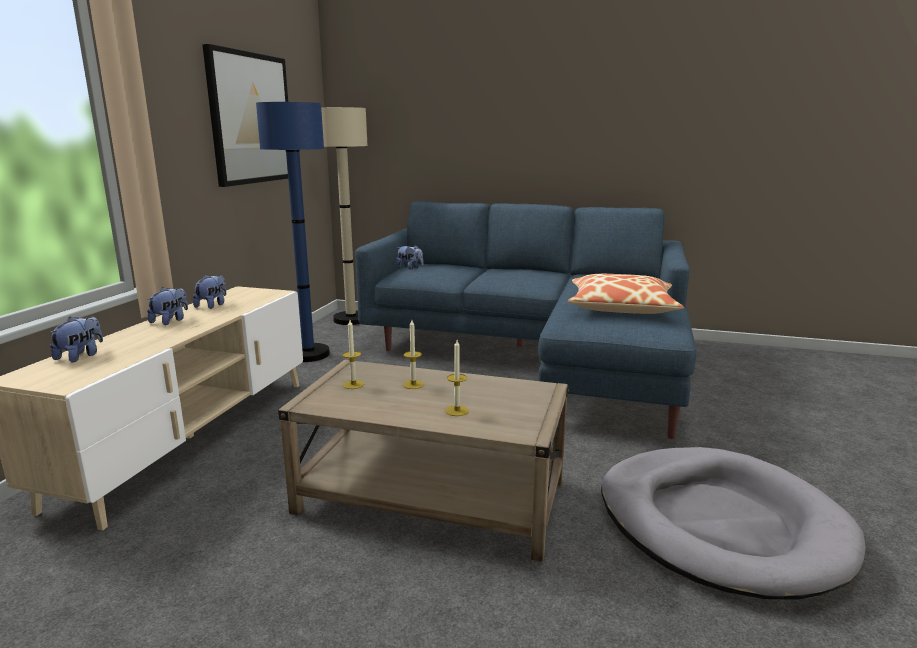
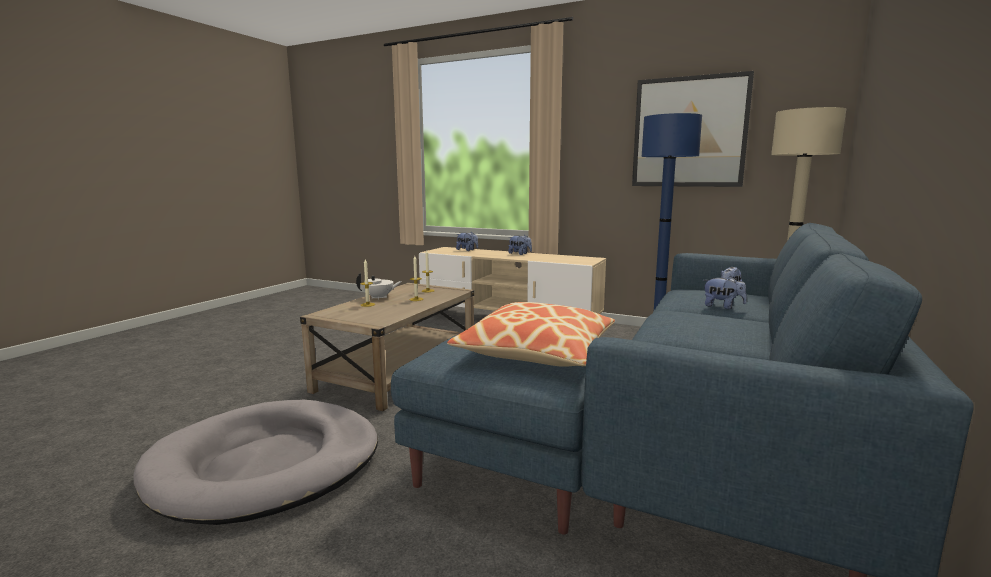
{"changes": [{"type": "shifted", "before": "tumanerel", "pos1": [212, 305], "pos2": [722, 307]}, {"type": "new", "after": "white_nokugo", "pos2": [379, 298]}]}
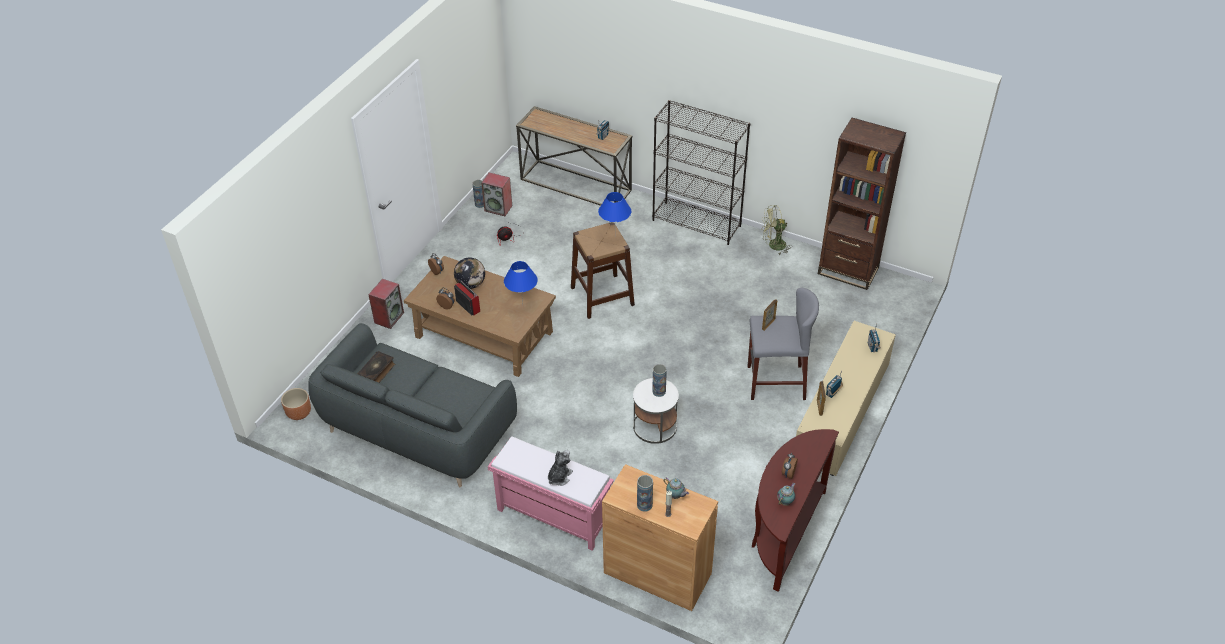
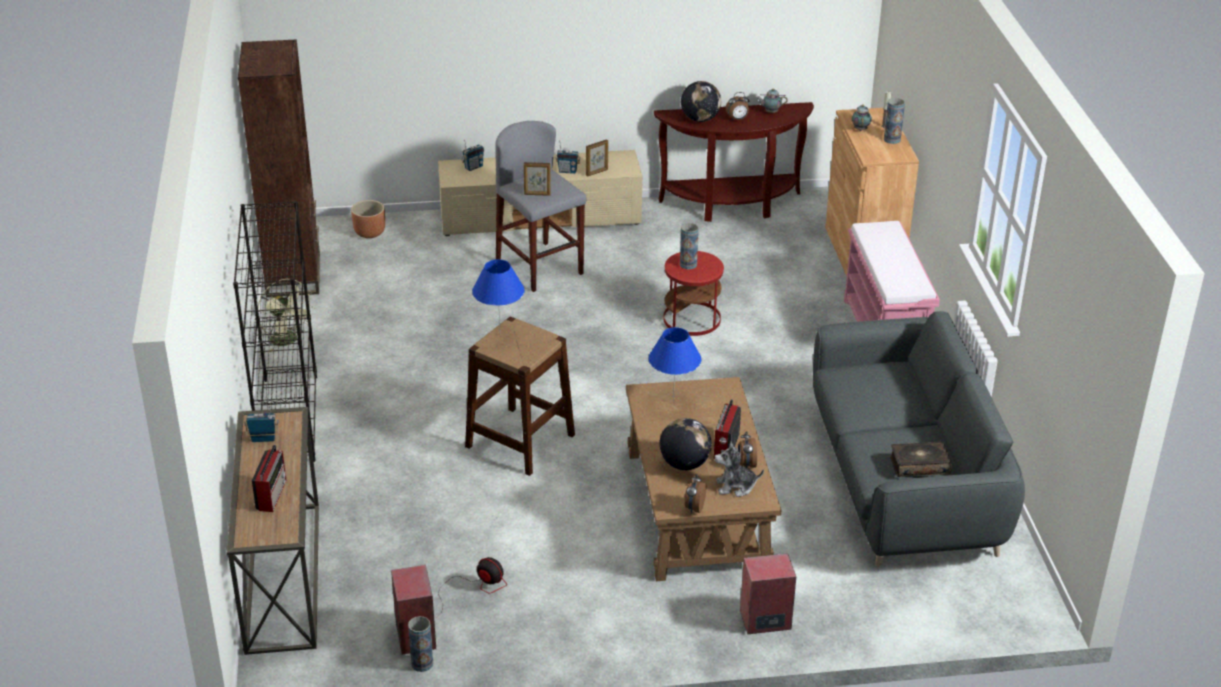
{"changes": [{"type": "repainted", "before": "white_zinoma", "after": "red_zinoma", "pos1": [654, 426], "pos2": [692, 319]}, {"type": "shifted", "before": "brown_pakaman", "pos1": [298, 413], "pos2": [370, 233]}, {"type": "shifted", "before": "tumanerel", "pos1": [559, 476], "pos2": [735, 486]}, {"type": "new", "after": "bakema", "pos2": [700, 119]}, {"type": "new", "after": "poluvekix", "pos2": [272, 494]}]}
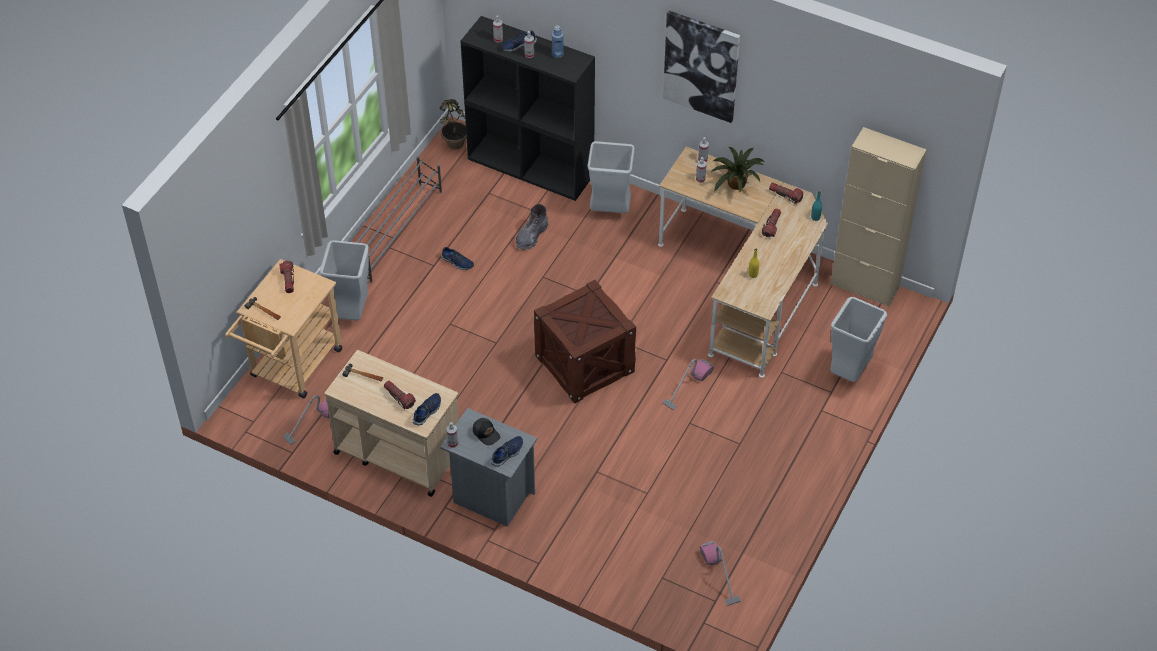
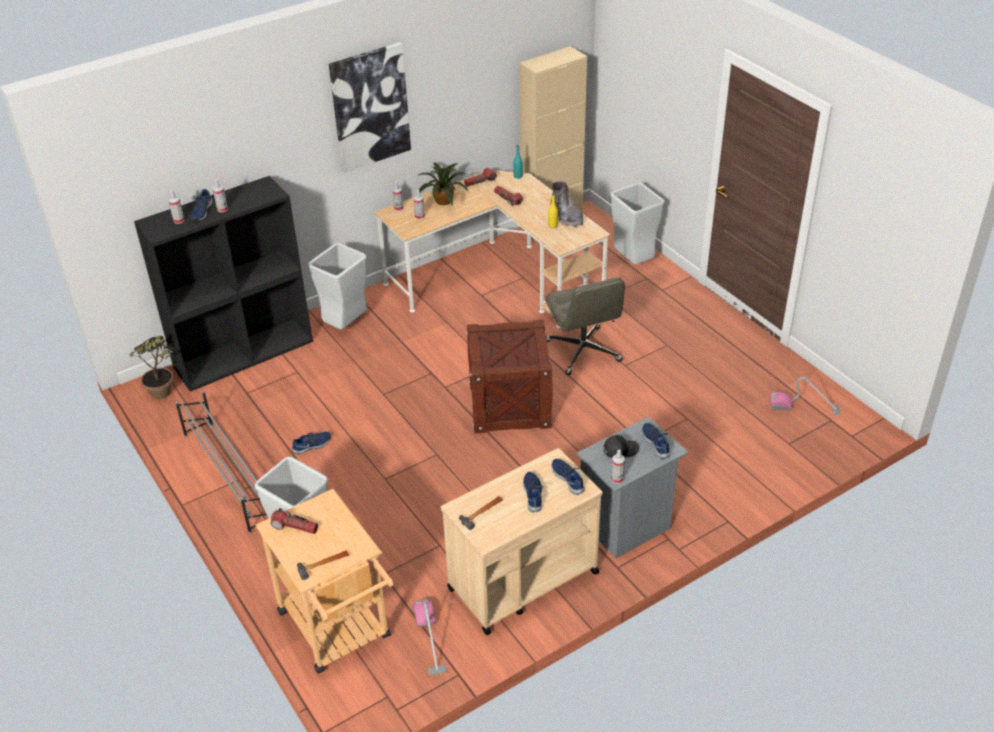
{"changes": [{"type": "gone", "before": "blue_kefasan", "pos1": [557, 54]}, {"type": "shifted", "before": "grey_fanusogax", "pos1": [531, 236], "pos2": [566, 216]}, {"type": "swapped", "before": "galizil", "after": "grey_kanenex", "pos1": [687, 386], "pos2": [583, 352]}, {"type": "swapped", "before": "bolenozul", "after": "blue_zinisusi", "pos1": [399, 397], "pos2": [533, 494]}]}
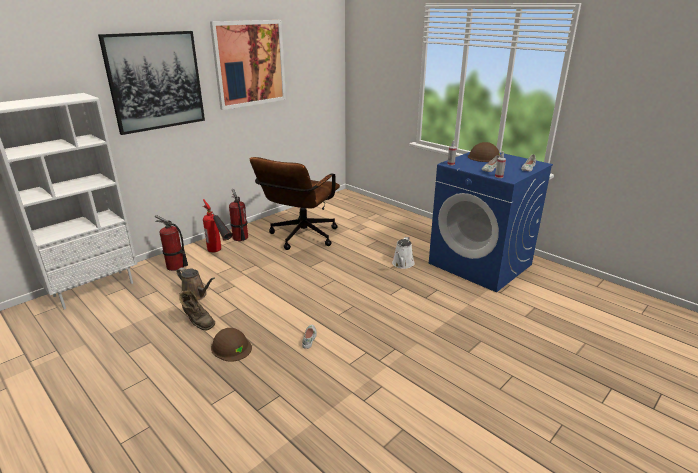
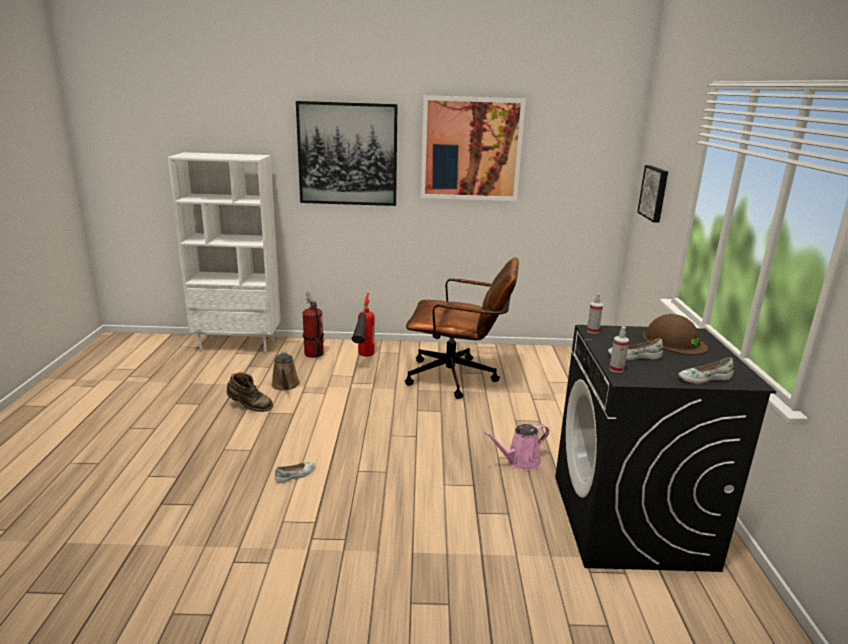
{"changes": [{"type": "repainted", "before": "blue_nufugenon", "after": "black_nufugenon", "pos1": [480, 264], "pos2": [631, 521]}, {"type": "rotated", "before": "brown_kanenex", "pos1": [300, 238], "pos2": [459, 378], "turn": -150}, {"type": "gone", "before": "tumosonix", "pos1": [240, 238]}, {"type": "repainted", "before": "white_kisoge", "after": "pink_kisoge", "pos1": [402, 264], "pos2": [520, 461]}, {"type": "rotated", "before": "brown_fanusogax", "pos1": [197, 322], "pos2": [249, 407], "turn": -75}, {"type": "gone", "before": "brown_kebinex", "pos1": [231, 347]}, {"type": "new", "after": "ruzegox", "pos2": [655, 193]}]}
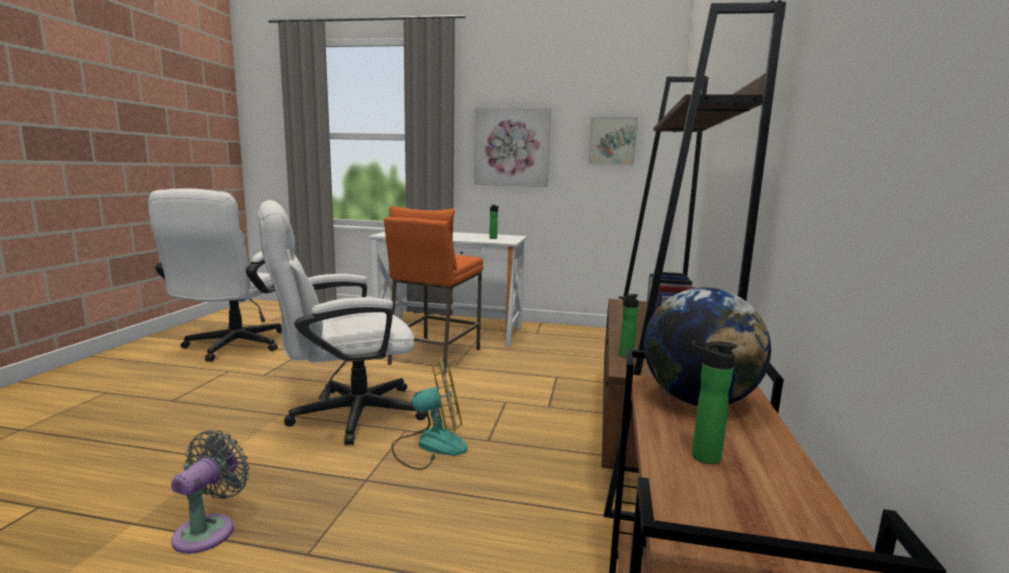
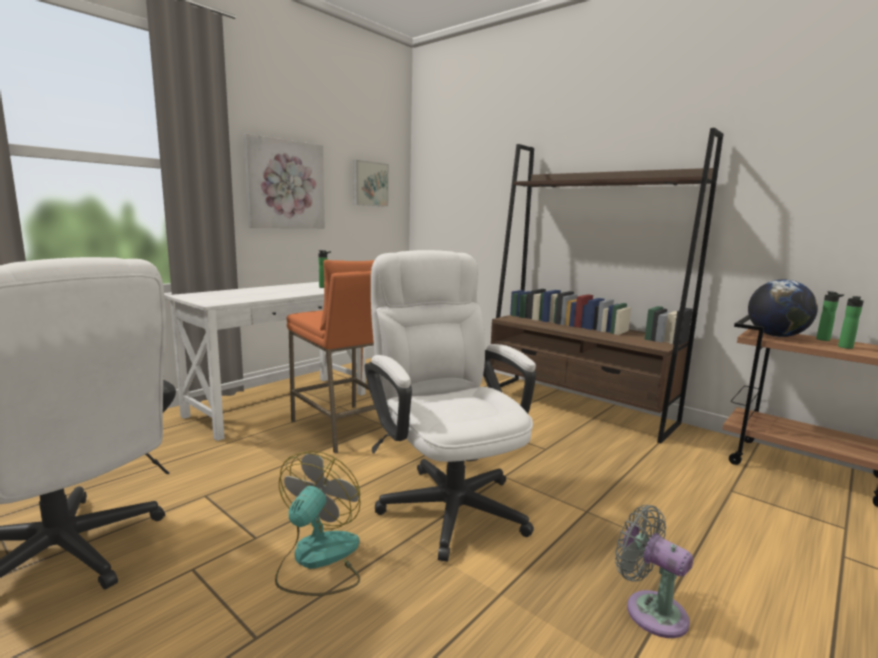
{"changes": [{"type": "rotated", "before": "white_kanenex", "pos1": [344, 415], "pos2": [446, 500], "turn": 150}, {"type": "shifted", "before": "kefasan", "pos1": [624, 356], "pos2": [824, 340]}, {"type": "shifted", "before": "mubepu", "pos1": [430, 445], "pos2": [317, 560]}]}
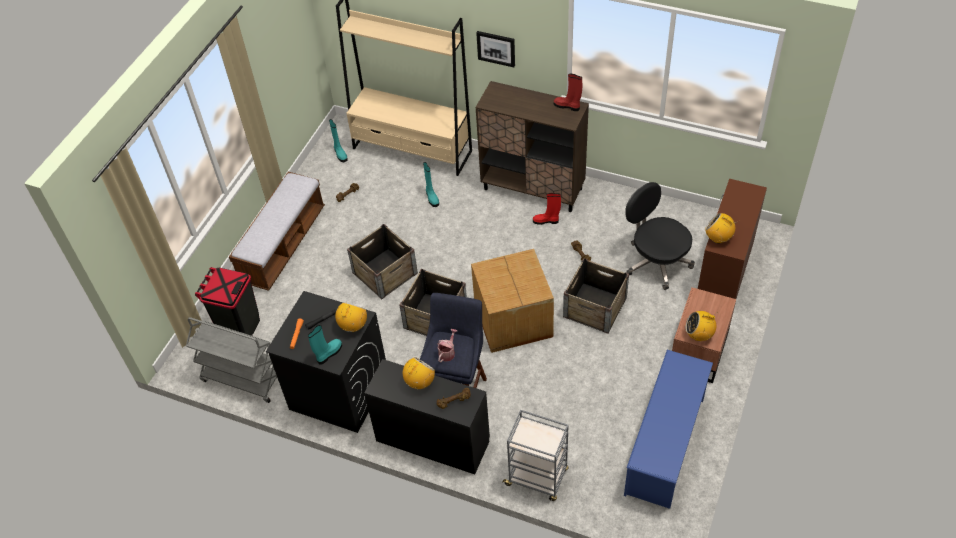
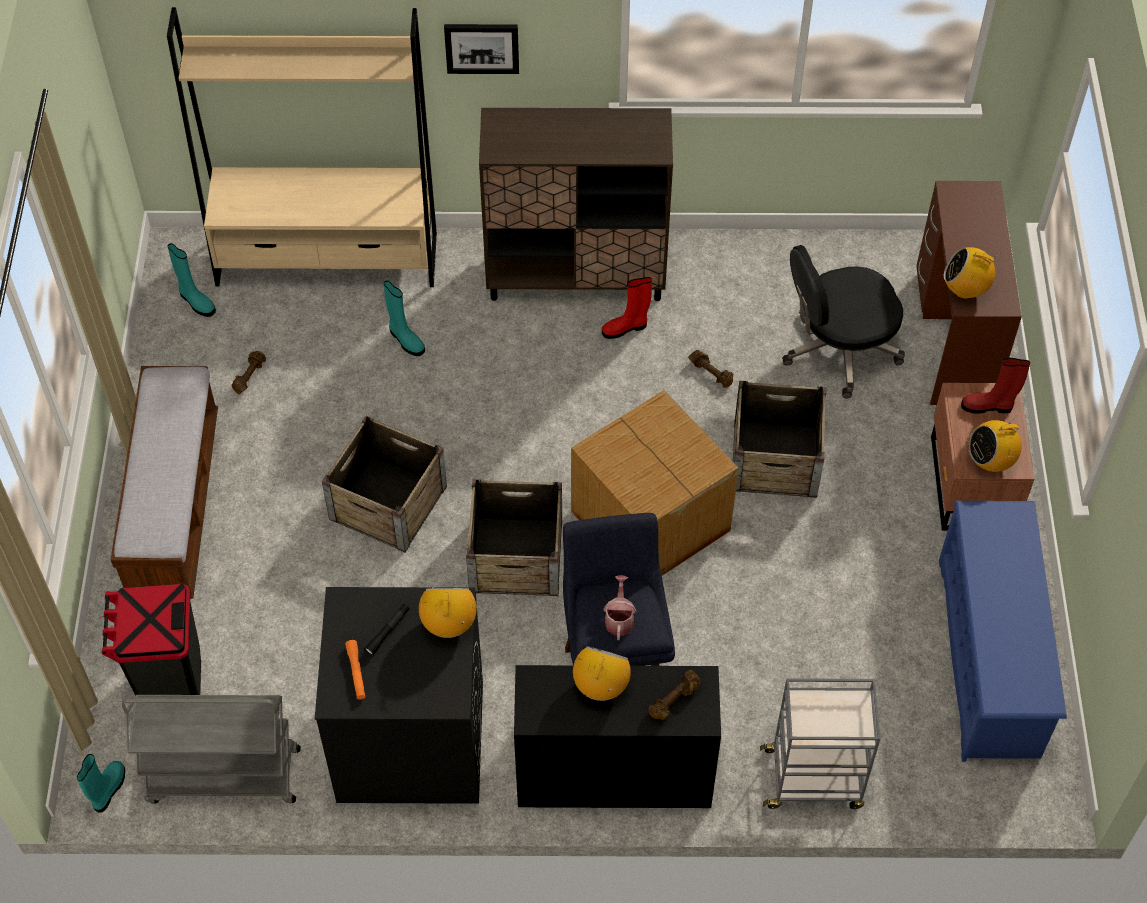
{"changes": [{"type": "shifted", "before": "red_fanusogax", "pos1": [567, 106], "pos2": [988, 406]}, {"type": "rotated", "before": "black_kanenex", "pos1": [656, 261], "pos2": [838, 350], "turn": -45}, {"type": "shifted", "before": "turquoise_fanusogax", "pos1": [329, 354], "pos2": [108, 790]}]}
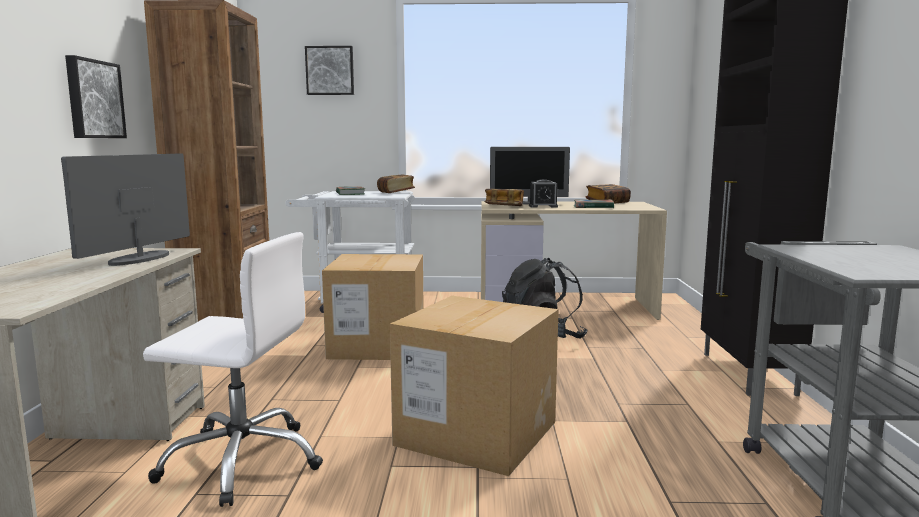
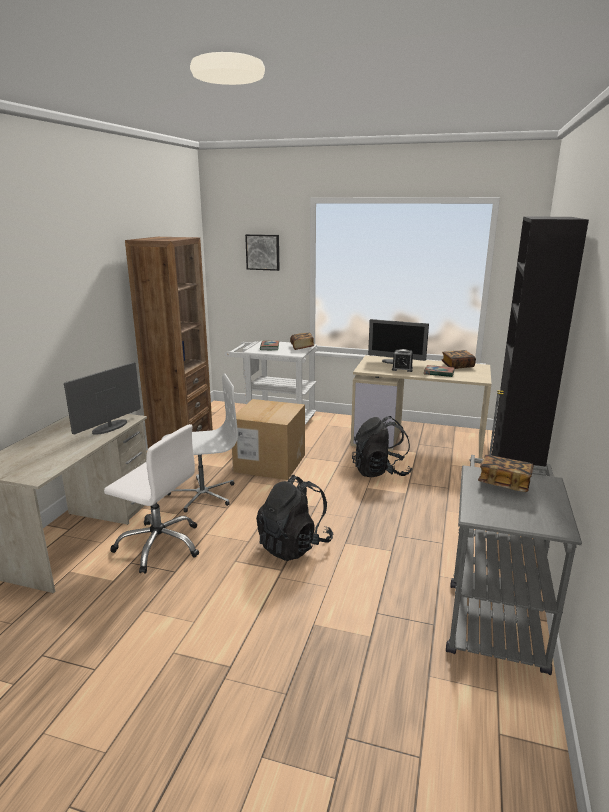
{"changes": [{"type": "gone", "before": "ruzegox", "pos1": [93, 99]}, {"type": "shifted", "before": "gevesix", "pos1": [504, 206], "pos2": [504, 484]}, {"type": "swapped", "before": "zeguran", "after": "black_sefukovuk", "pos1": [477, 433], "pos2": [294, 545]}, {"type": "new", "after": "white_kanenex", "pos2": [202, 494]}]}
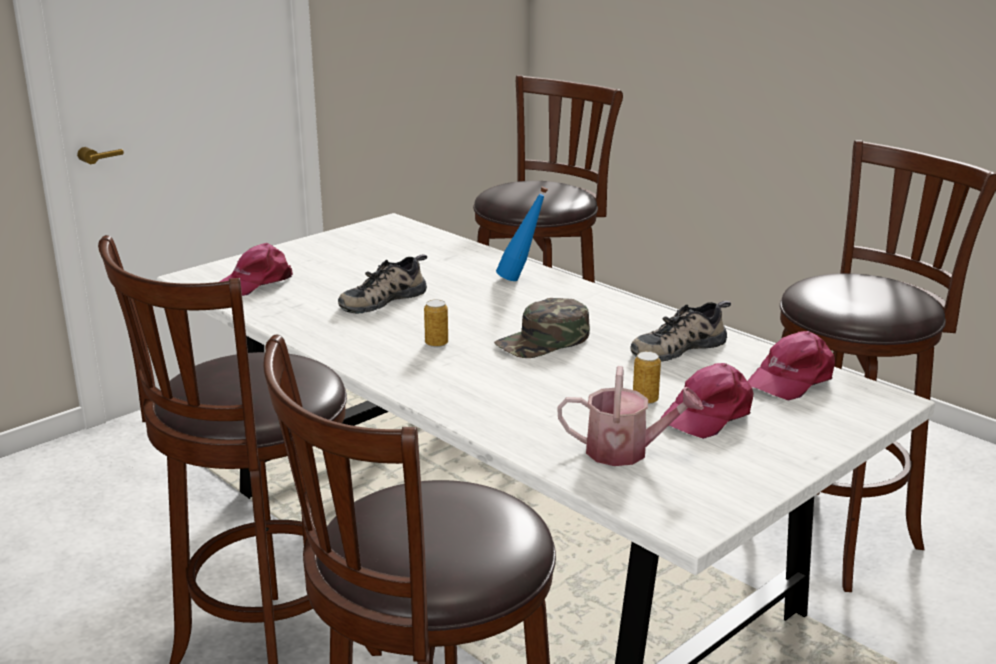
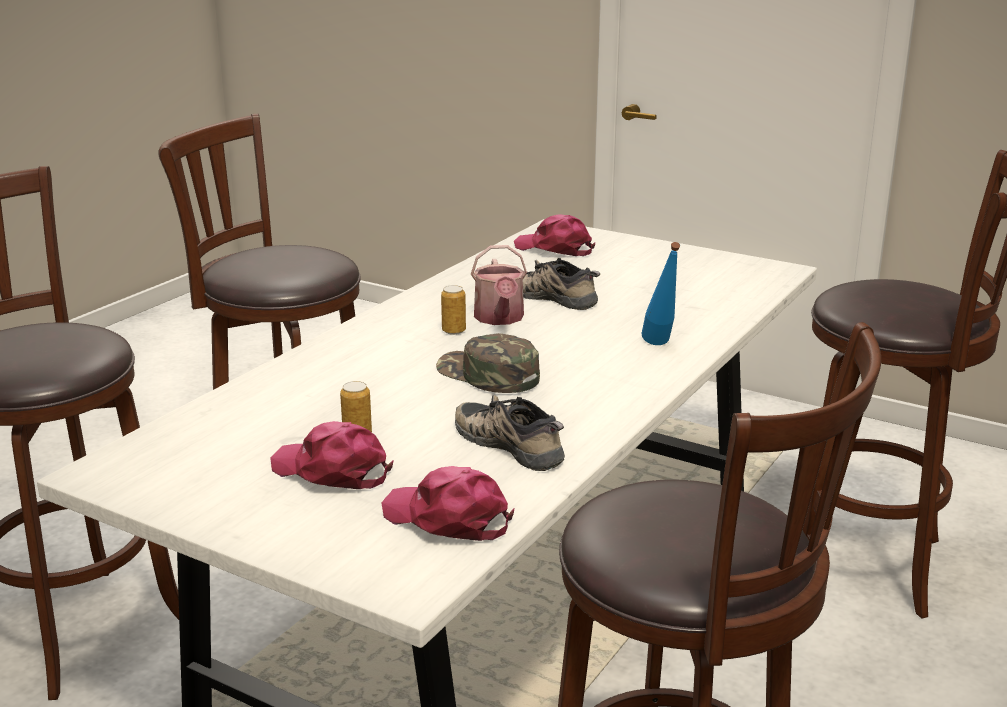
{"changes": [{"type": "shifted", "before": "kisoge", "pos1": [626, 451], "pos2": [500, 319]}]}
